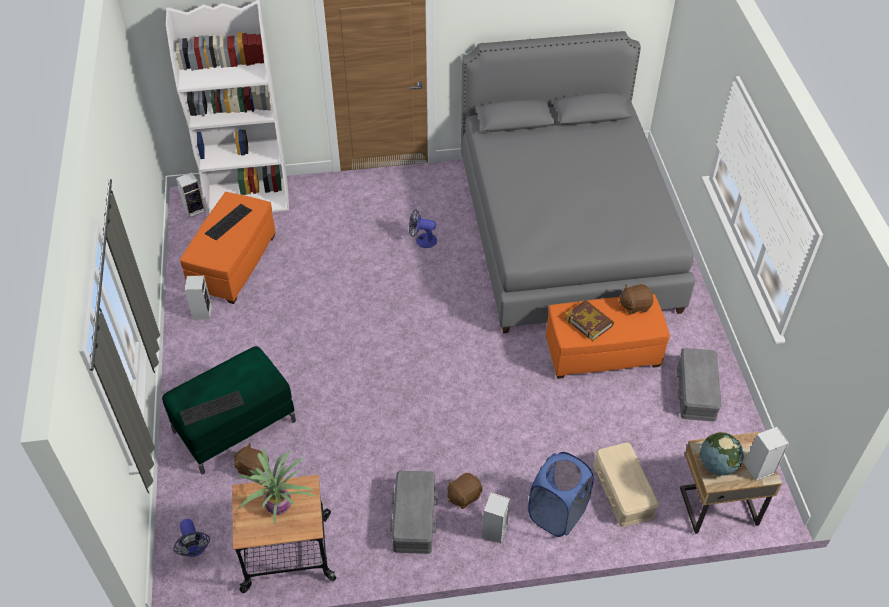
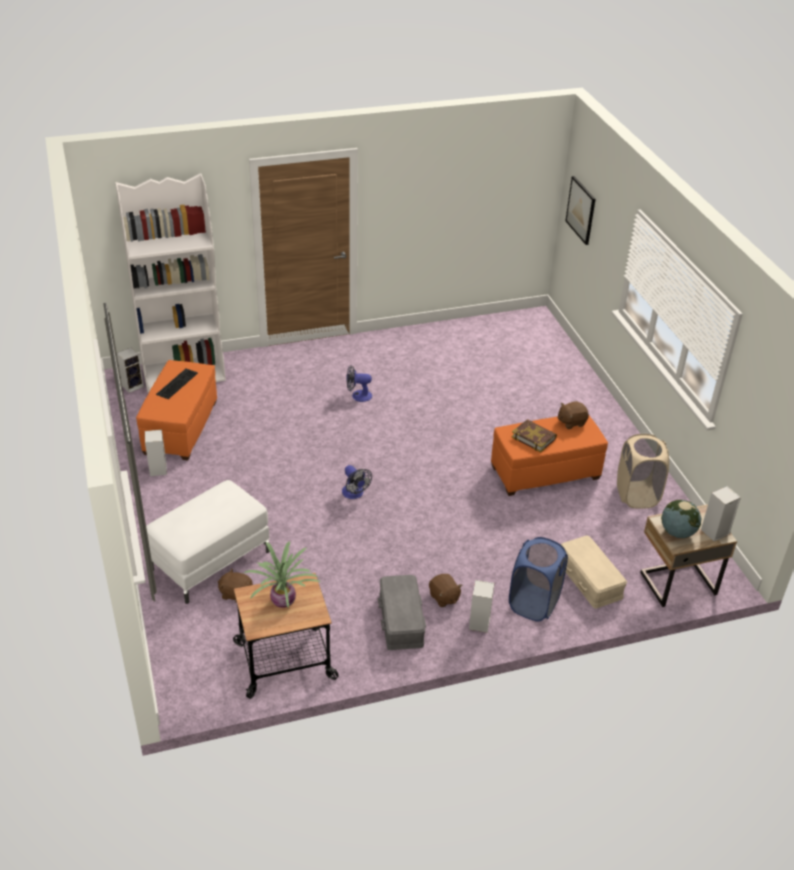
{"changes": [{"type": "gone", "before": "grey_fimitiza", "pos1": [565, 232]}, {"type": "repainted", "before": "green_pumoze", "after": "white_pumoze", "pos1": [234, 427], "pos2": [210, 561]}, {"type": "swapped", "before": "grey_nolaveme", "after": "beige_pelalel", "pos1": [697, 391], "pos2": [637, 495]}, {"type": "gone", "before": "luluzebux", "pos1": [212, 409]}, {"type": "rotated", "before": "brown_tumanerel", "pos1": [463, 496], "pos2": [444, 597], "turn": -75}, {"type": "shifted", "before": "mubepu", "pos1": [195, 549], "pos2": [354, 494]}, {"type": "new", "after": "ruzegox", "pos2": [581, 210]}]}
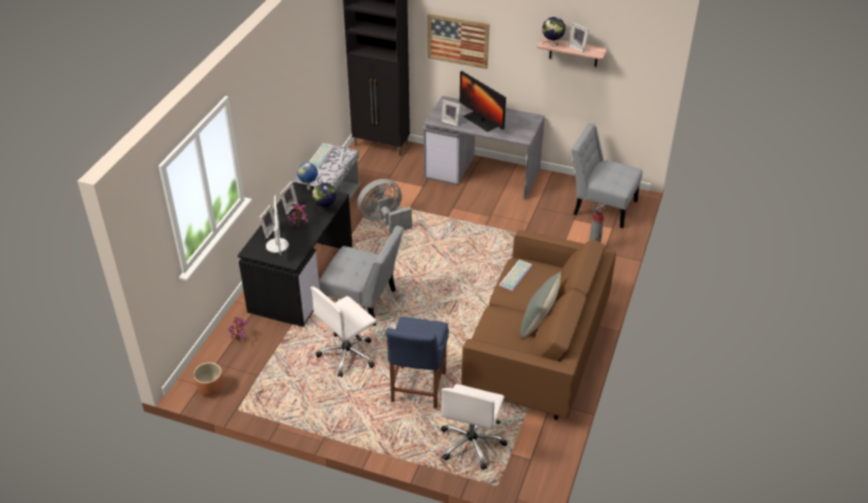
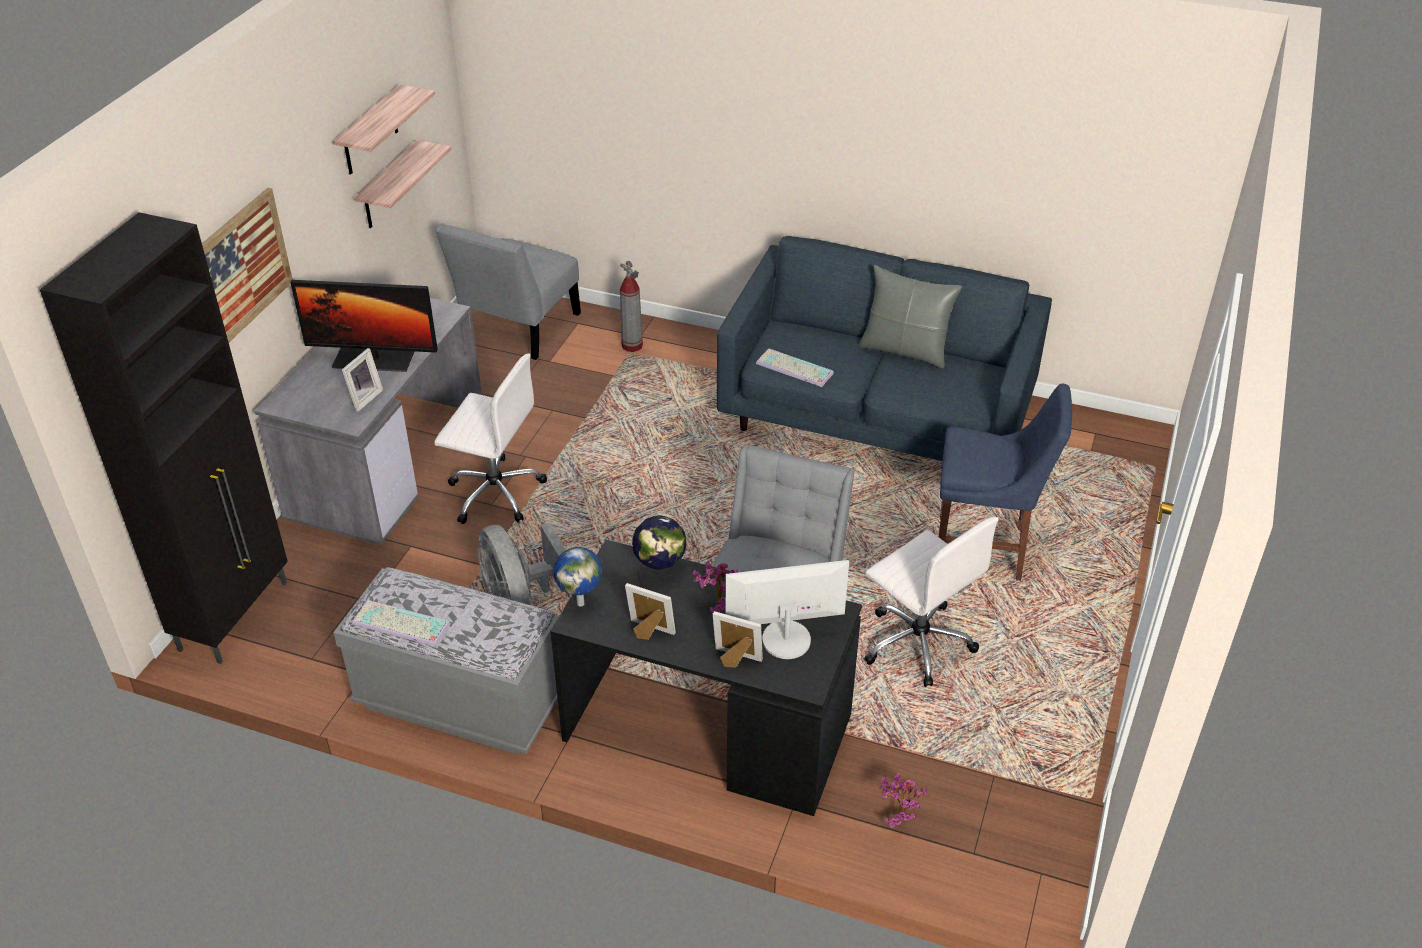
{"changes": [{"type": "gone", "before": "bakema", "pos1": [552, 44]}, {"type": "gone", "before": "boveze", "pos1": [578, 47]}, {"type": "rotated", "before": "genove", "pos1": [481, 121], "pos2": [373, 359], "turn": 45}, {"type": "repainted", "before": "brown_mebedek", "after": "blue_mebedek", "pos1": [536, 351], "pos2": [876, 417]}, {"type": "gone", "before": "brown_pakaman", "pos1": [210, 389]}, {"type": "shifted", "before": "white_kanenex", "pos1": [471, 443], "pos2": [494, 492]}, {"type": "new", "after": "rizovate", "pos2": [389, 186]}]}
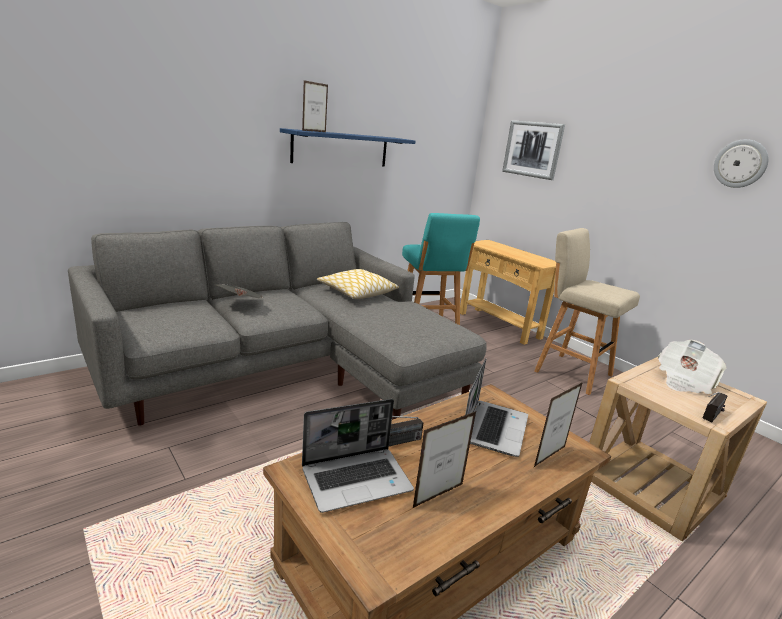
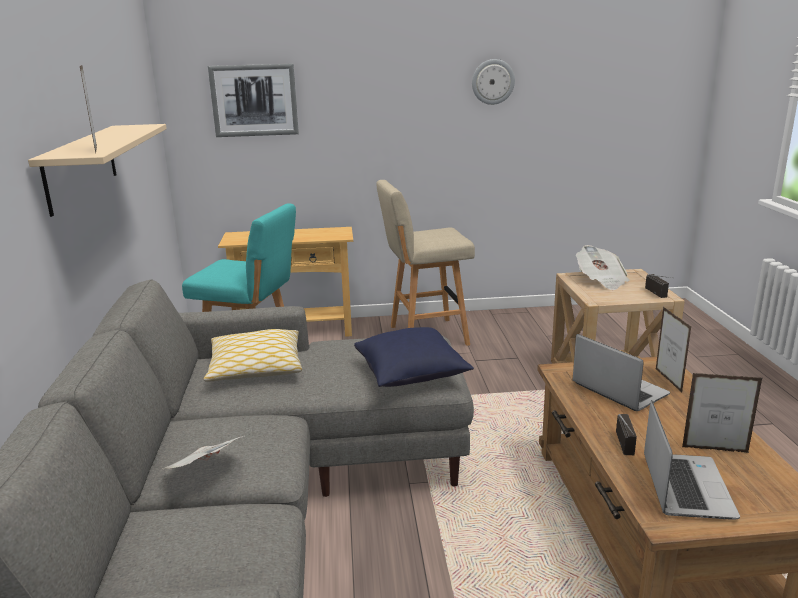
{"changes": [{"type": "repainted", "before": "blue_rizovate", "after": "beige_rizovate", "pos1": [341, 149], "pos2": [81, 166]}, {"type": "rotated", "before": "boveze", "pos1": [438, 495], "pos2": [715, 450], "turn": 105}, {"type": "new", "after": "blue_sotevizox", "pos2": [411, 375]}]}
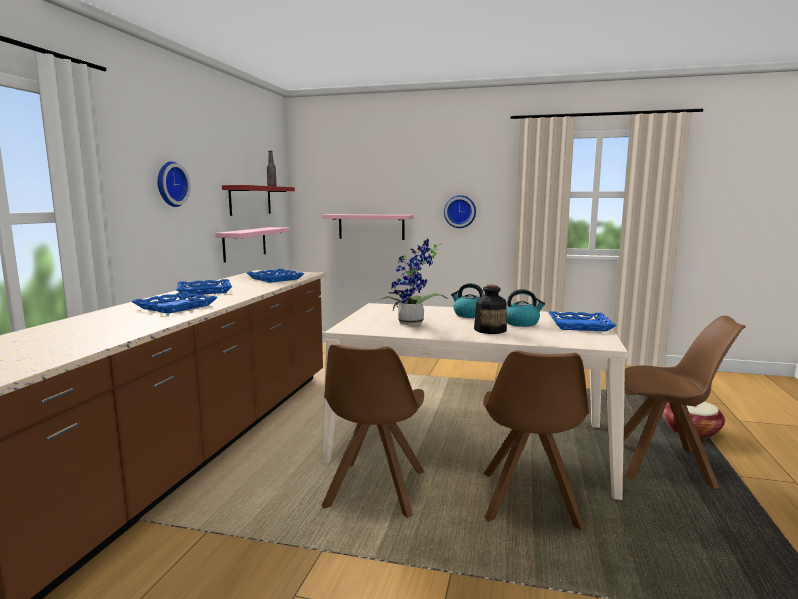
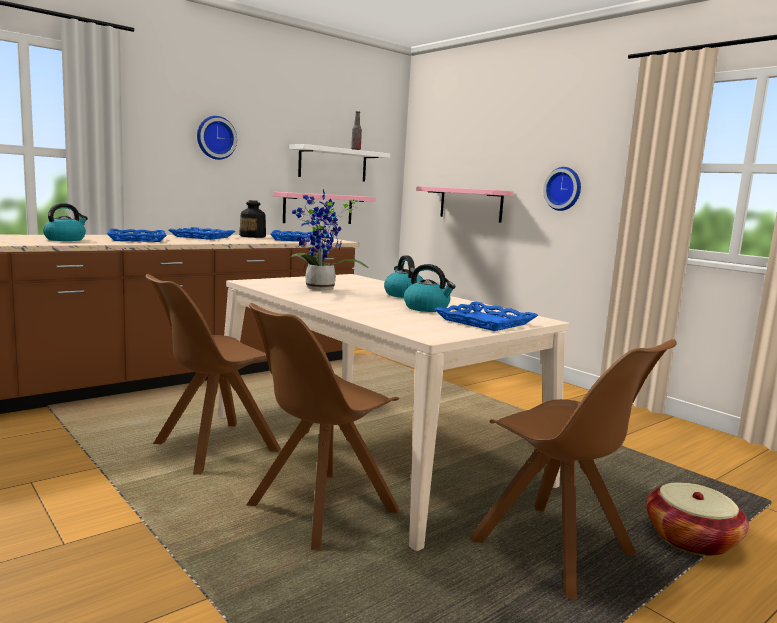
{"changes": [{"type": "repainted", "before": "red_rizovate", "after": "white_rizovate", "pos1": [250, 200], "pos2": [333, 164]}, {"type": "shifted", "before": "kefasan", "pos1": [490, 330], "pos2": [253, 236]}, {"type": "new", "after": "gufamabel", "pos2": [65, 239]}]}
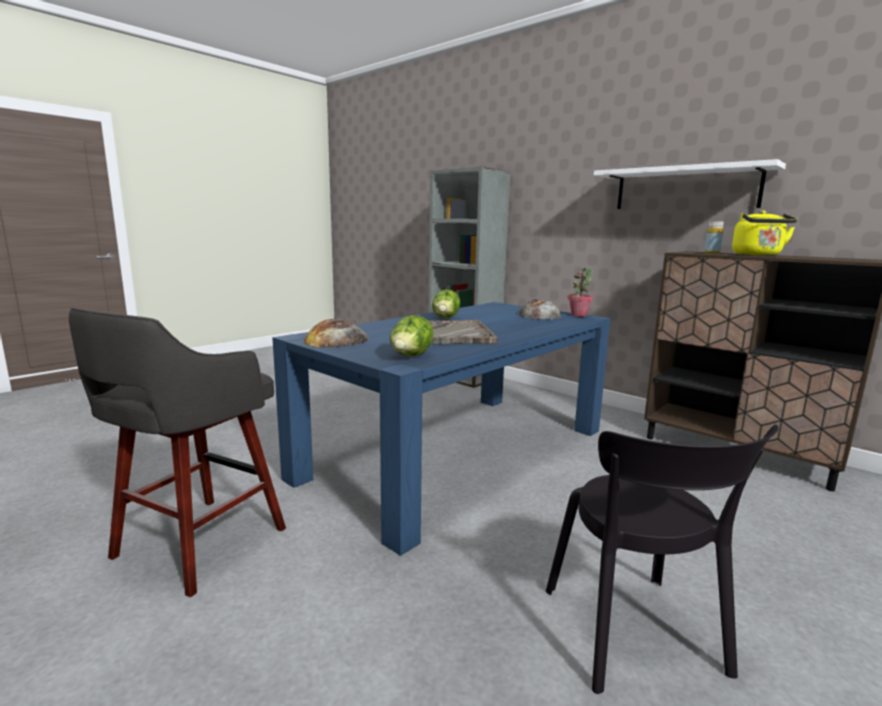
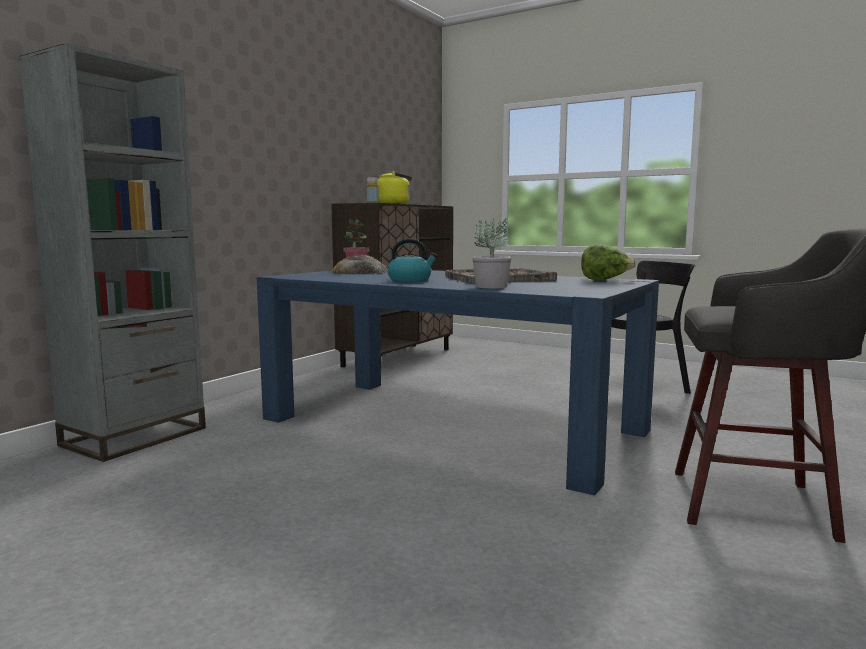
{"changes": [{"type": "gone", "before": "white_rizovate", "pos1": [685, 189]}, {"type": "swapped", "before": "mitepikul", "after": "gufamabel", "pos1": [445, 318], "pos2": [410, 280]}, {"type": "gone", "before": "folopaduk", "pos1": [337, 340]}, {"type": "new", "after": "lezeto", "pos2": [491, 286]}]}
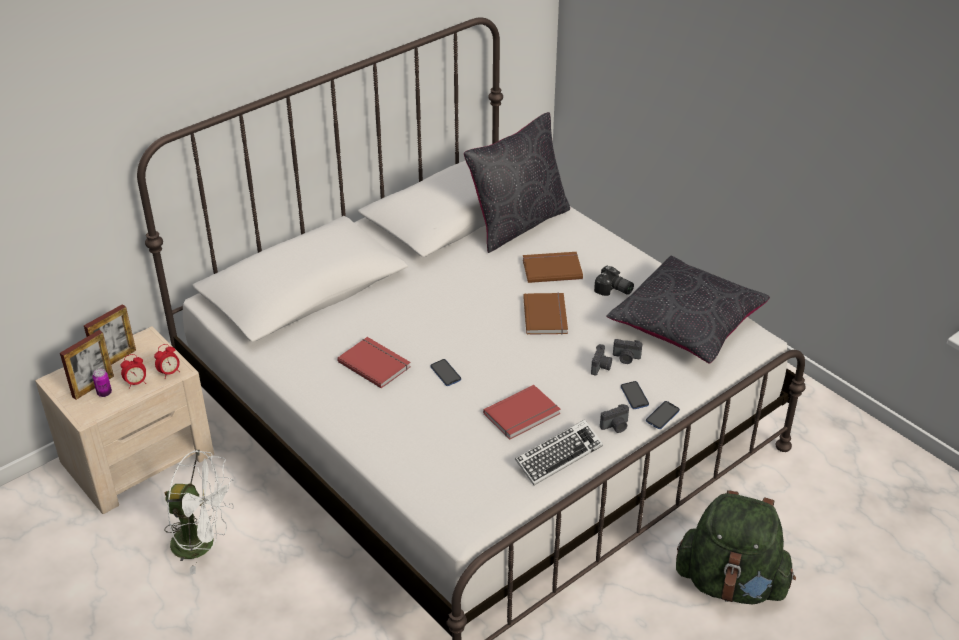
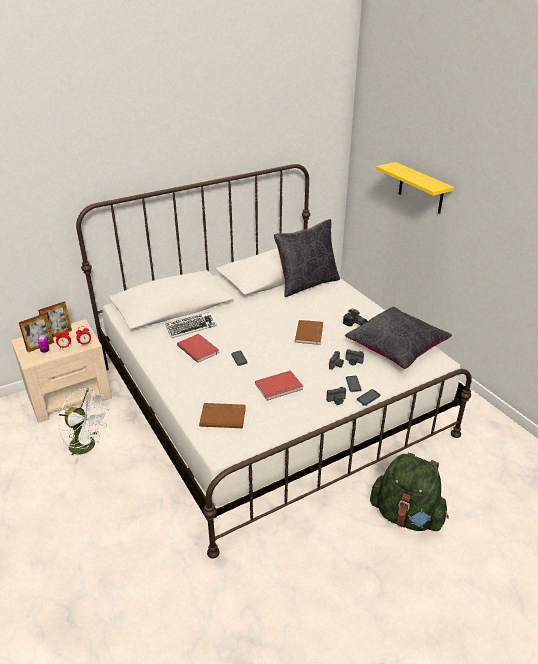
{"changes": [{"type": "shifted", "before": "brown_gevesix", "pos1": [551, 268], "pos2": [223, 416]}, {"type": "shifted", "before": "luluzebux", "pos1": [558, 456], "pos2": [191, 327]}, {"type": "new", "after": "yellow_rizovate", "pos2": [421, 188]}]}
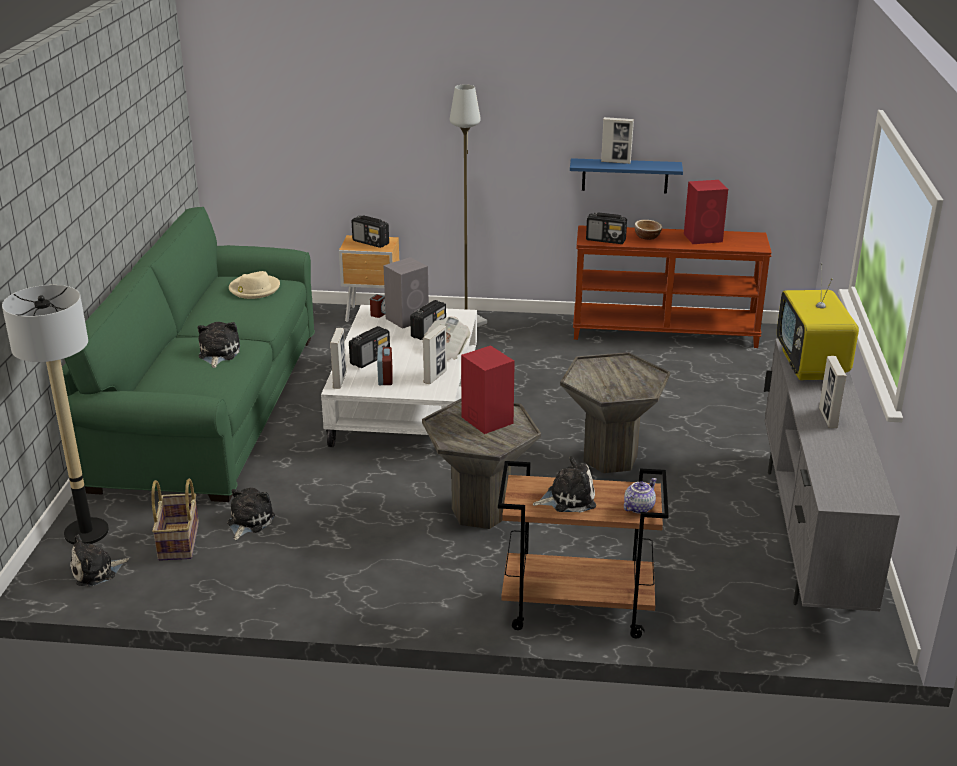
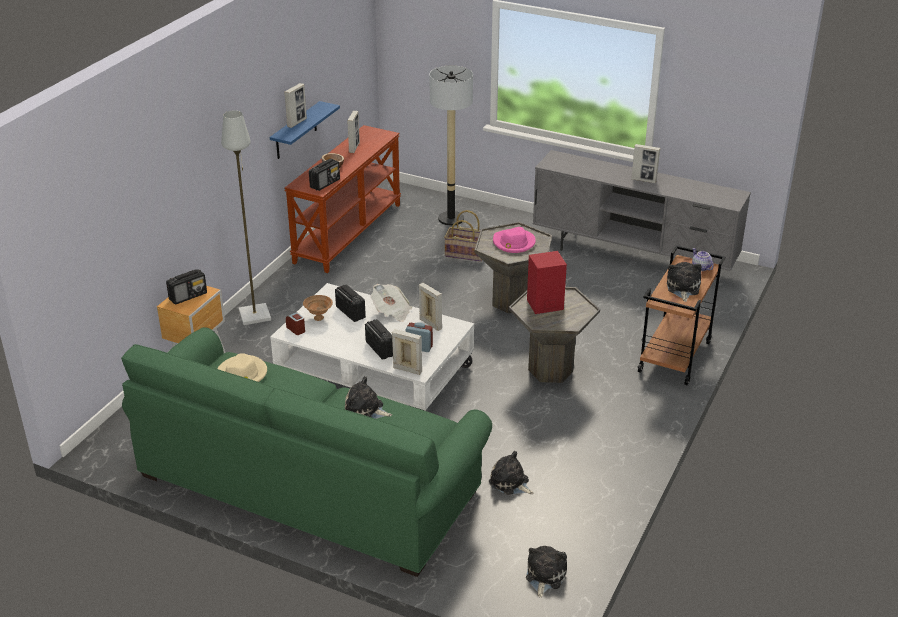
{"changes": [{"type": "swapped", "before": "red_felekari", "after": "boveze", "pos1": [704, 238], "pos2": [354, 148]}, {"type": "swapped", "before": "grey_felekari", "after": "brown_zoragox", "pos1": [408, 318], "pos2": [318, 317]}, {"type": "gone", "before": "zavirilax", "pos1": [811, 365]}, {"type": "shifted", "before": "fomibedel", "pos1": [86, 532], "pos2": [450, 219]}, {"type": "shifted", "before": "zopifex", "pos1": [180, 542], "pos2": [466, 254]}, {"type": "rotated", "before": "tumanerel", "pos1": [96, 571], "pos2": [544, 576], "turn": -150}, {"type": "new", "after": "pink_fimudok", "pos2": [513, 243]}]}
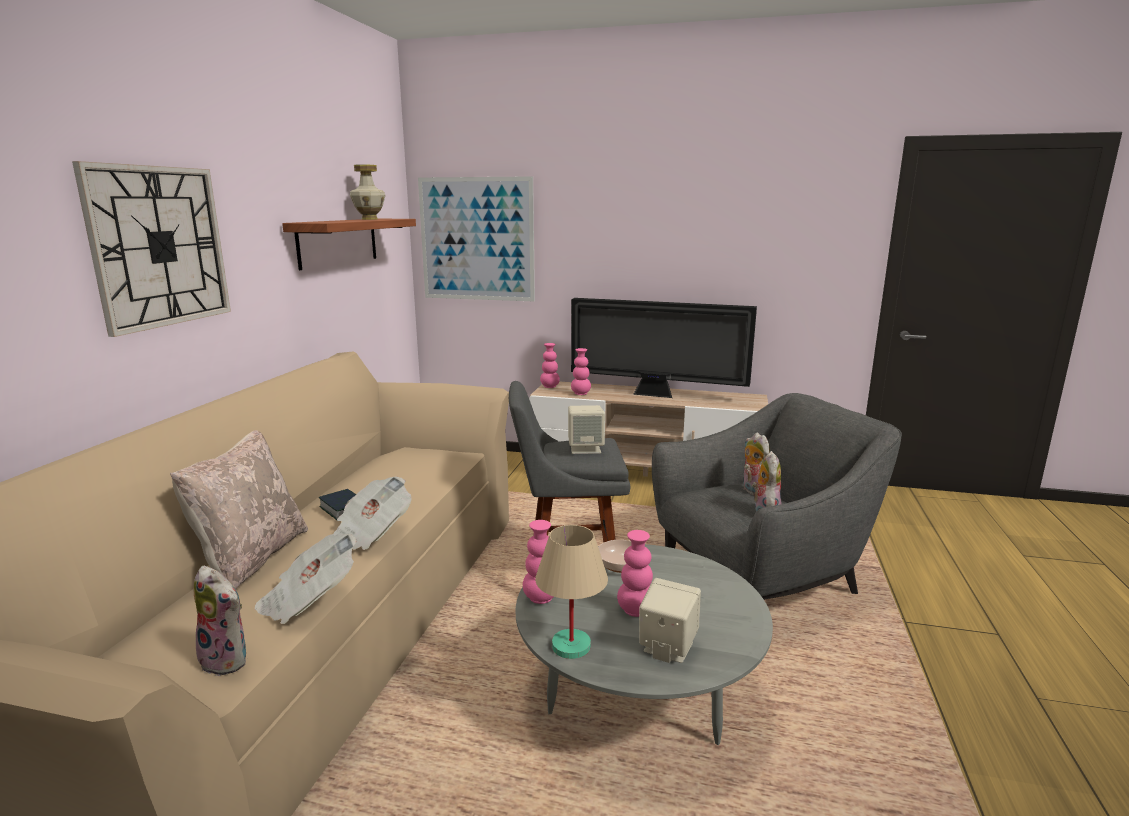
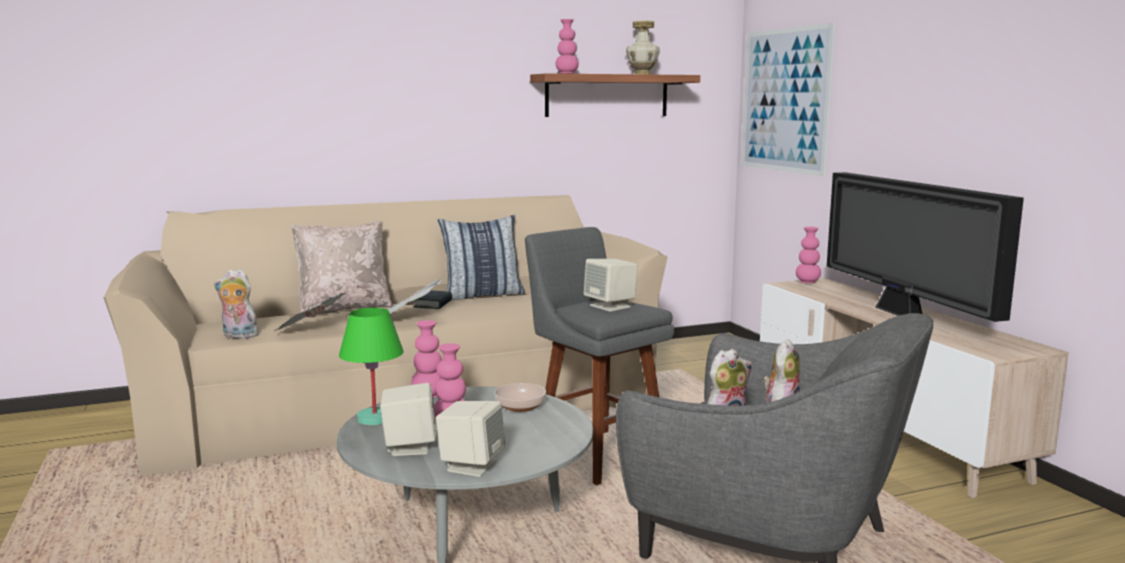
{"changes": [{"type": "gone", "before": "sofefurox", "pos1": [159, 247]}, {"type": "shifted", "before": "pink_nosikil", "pos1": [580, 394], "pos2": [567, 74]}, {"type": "repainted", "before": "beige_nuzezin", "after": "green_nuzezin", "pos1": [571, 646], "pos2": [374, 419]}, {"type": "rotated", "before": "tumanerel", "pos1": [228, 659], "pos2": [238, 336], "turn": 105}, {"type": "new", "after": "sotevizox", "pos2": [482, 295]}, {"type": "new", "after": "beige_felekari", "pos2": [471, 465]}]}
